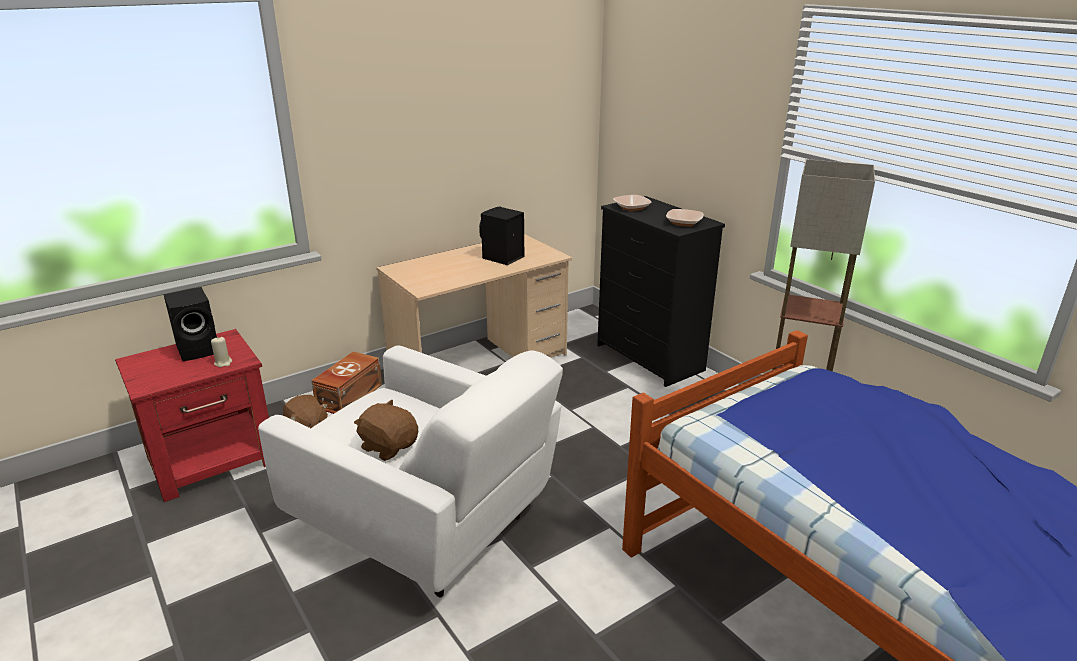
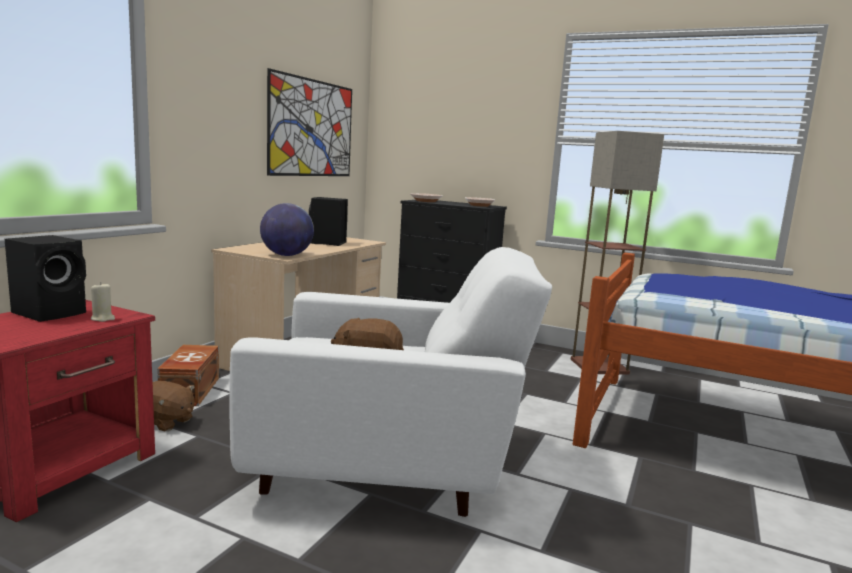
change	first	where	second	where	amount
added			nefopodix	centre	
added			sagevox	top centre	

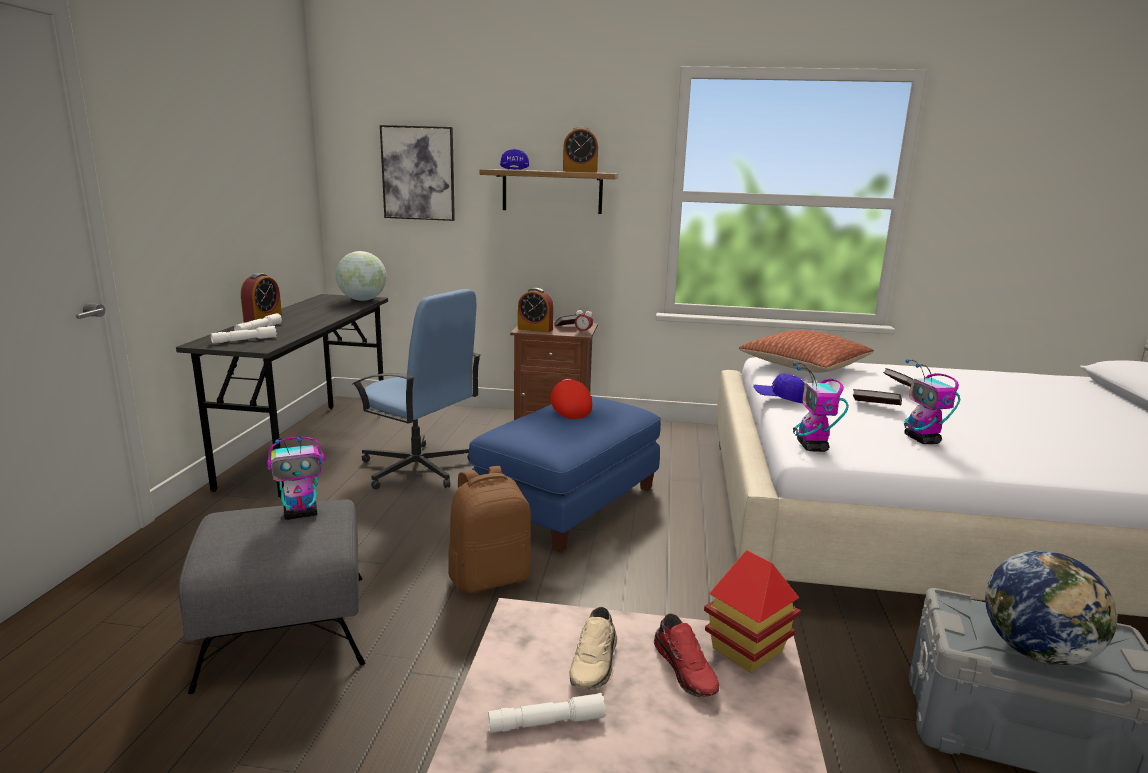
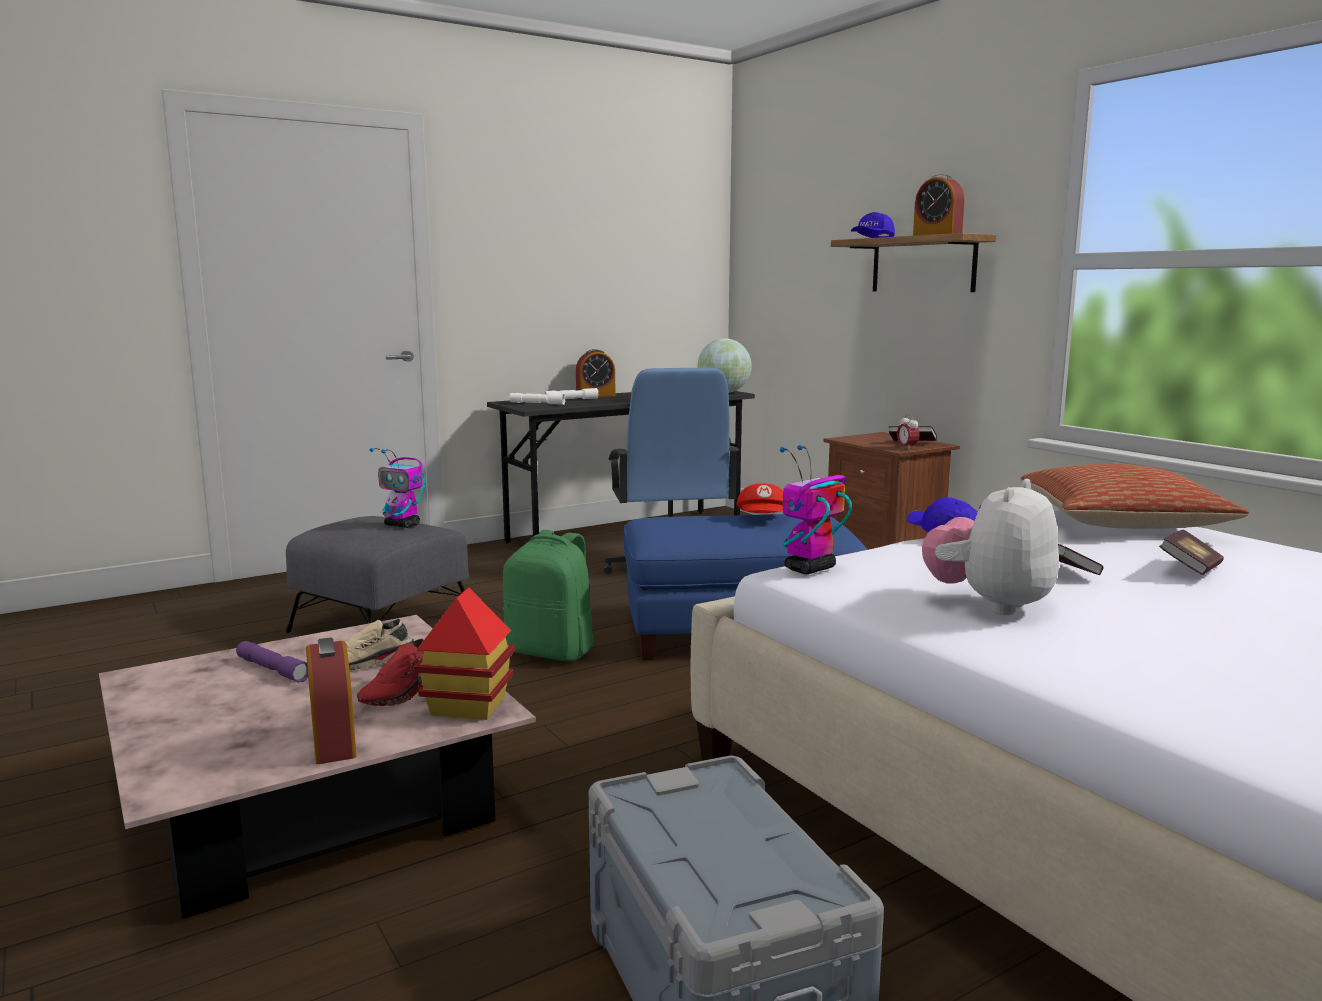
change	first	where	second	where	amount
removed	sagevox	top centre			
removed	nefopodix (2nd from left)	bottom right			
moved	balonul (2nd from left in the first image)	centre	balonul (1st from left)	bottom left	
replaced	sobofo (3rd from left)	middle right	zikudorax	middle right	
recoloured	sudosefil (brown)	bottom centre	sudosefil (green)	centre	
recoloured	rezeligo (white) (3rd from left)	bottom centre	rezeligo (purple)	middle left	
turned	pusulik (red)	centre		centre	150 degrees clockwise

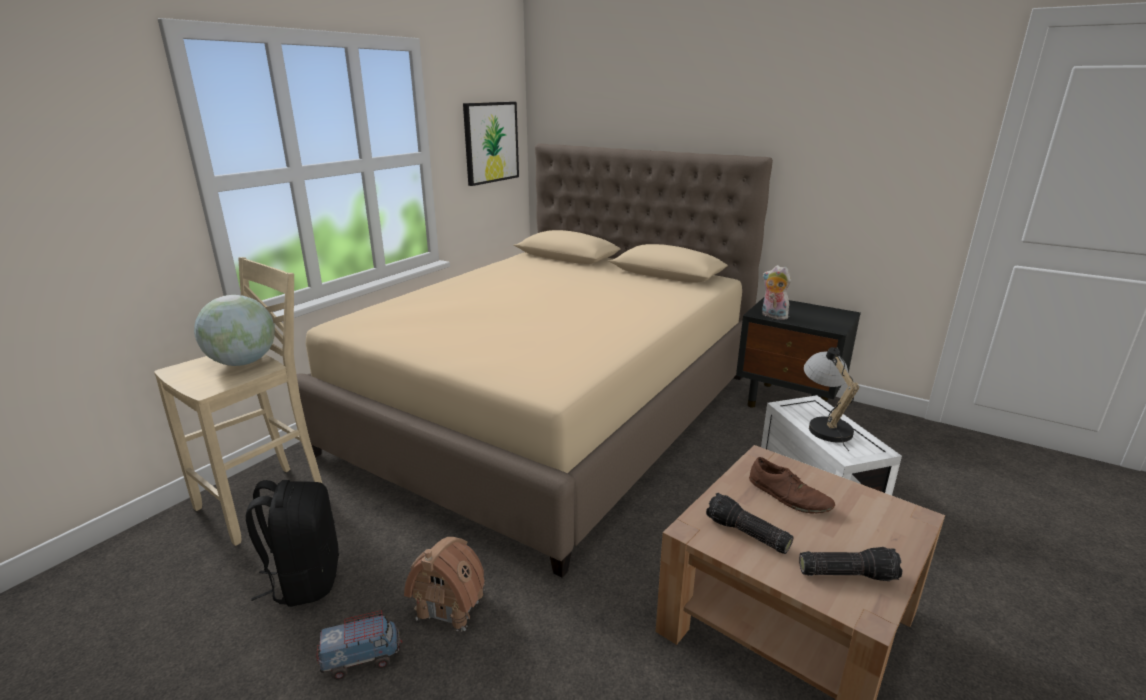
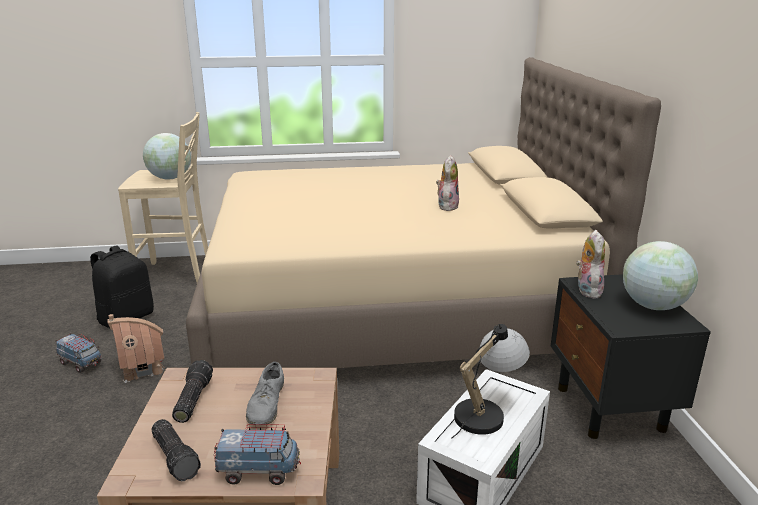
change	first	where	second	where	amount
removed	sagevox	top centre			
added			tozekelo (2nd from left)	bottom centre	
added			zikudorax (1st from left)	centre	
added			nefopodix (2nd from left)	middle right	
recoloured	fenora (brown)	bottom right	fenora (grey)	bottom centre	

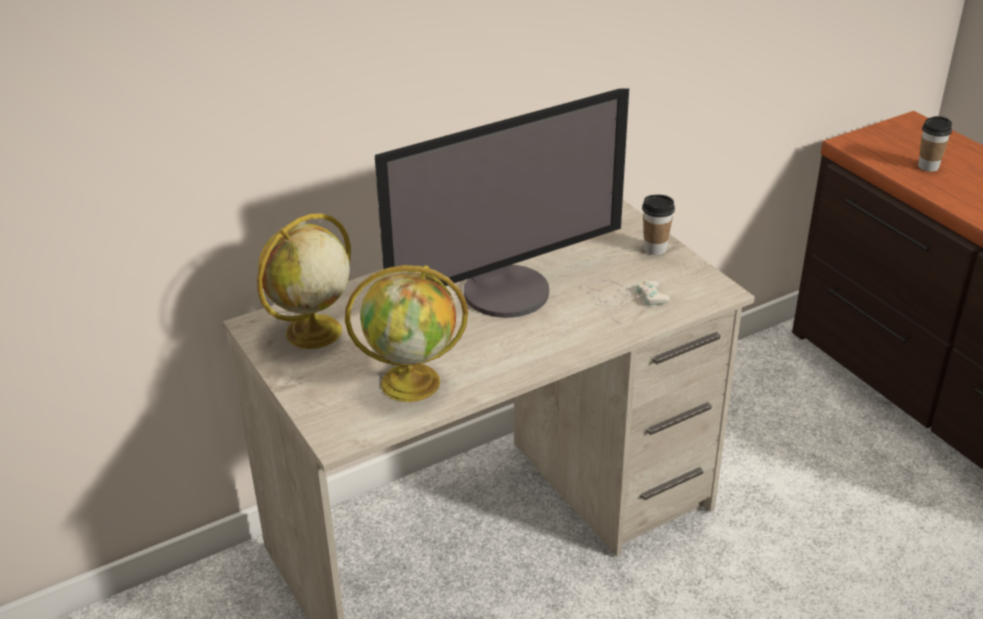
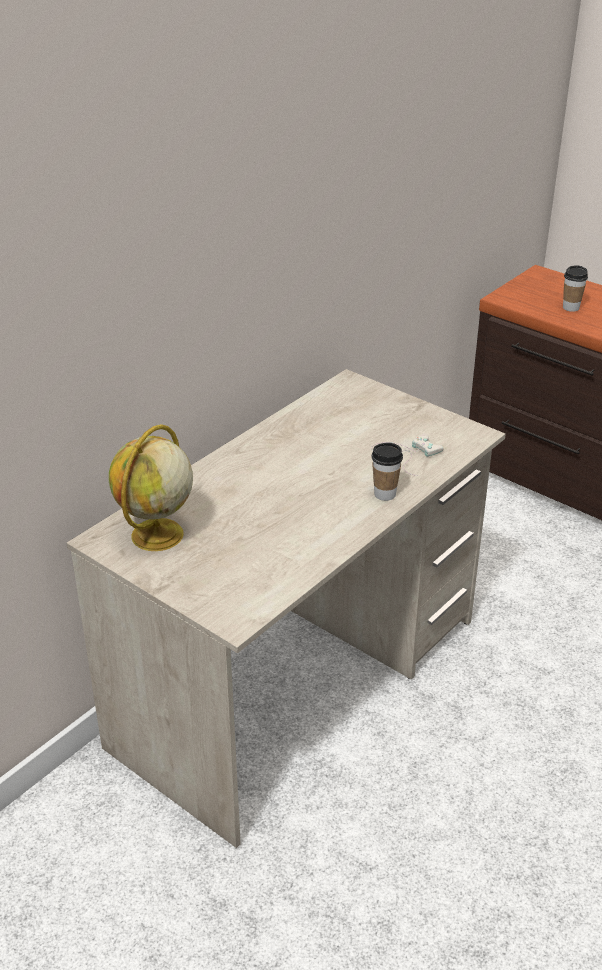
change	first	where	second	where	amount
removed	nefopodix (2nd from left)	centre			
removed	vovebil	top centre			
moved	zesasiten (1st from left)	middle right		centre	

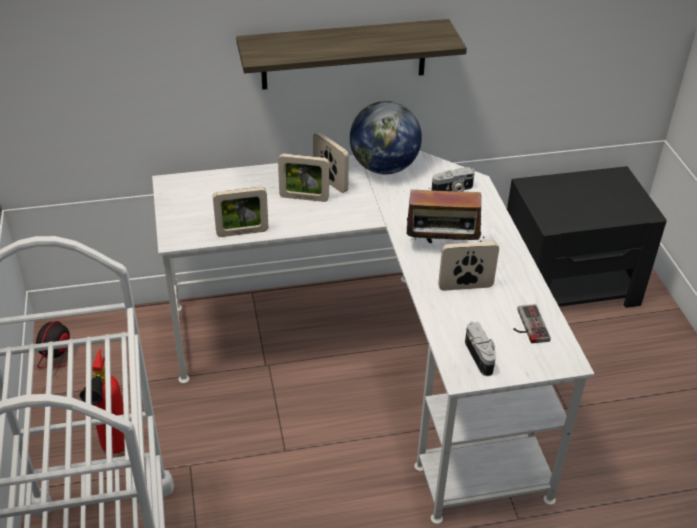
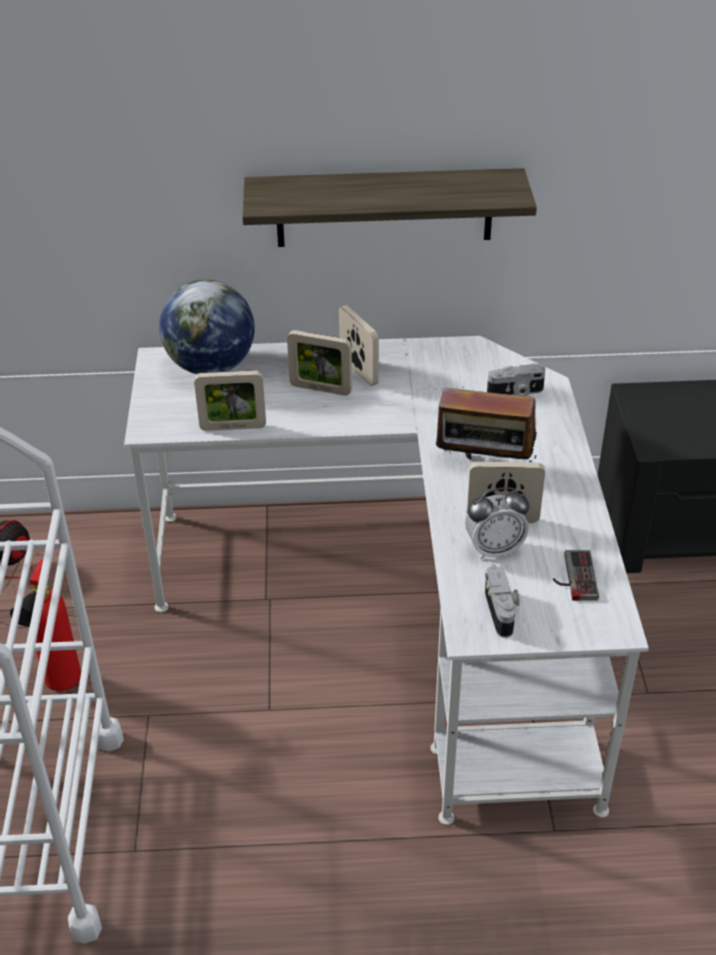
change	first	where	second	where	amount
added			balonul	middle right	
moved	nefopodix	top centre		middle left	

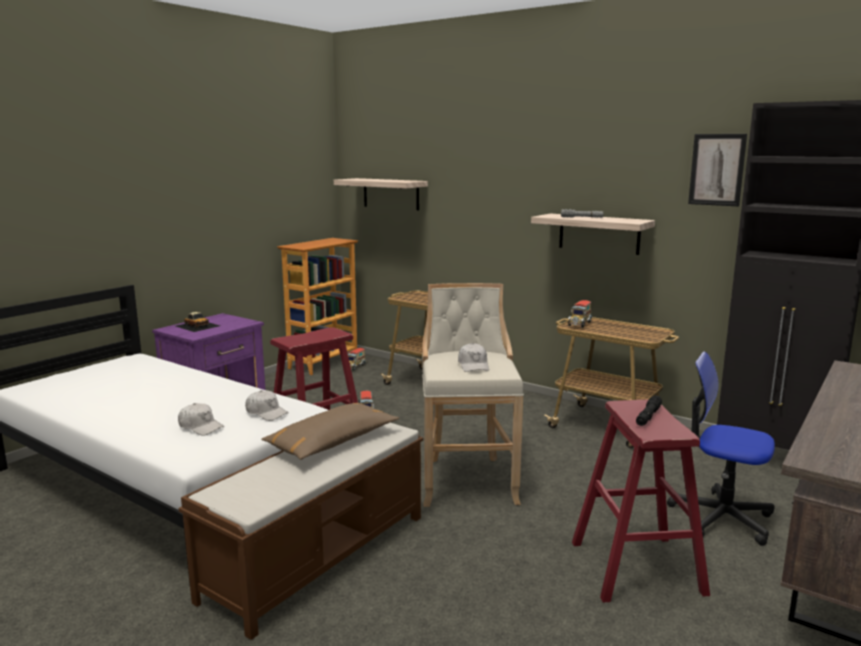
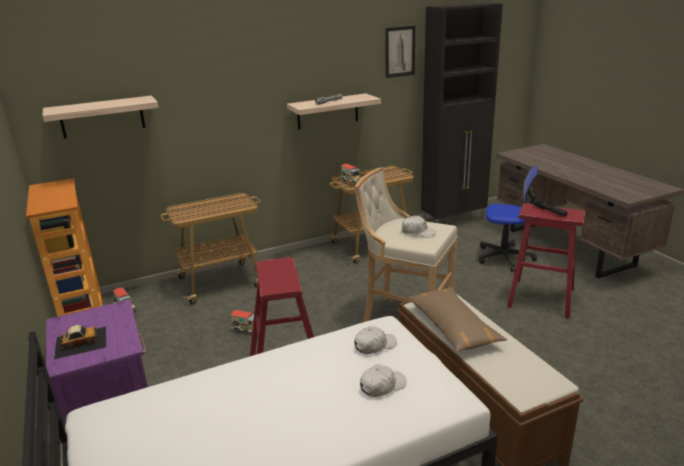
change	first	where	second	where	amount
turned	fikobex	bottom right		middle right	135 degrees counterclockwise

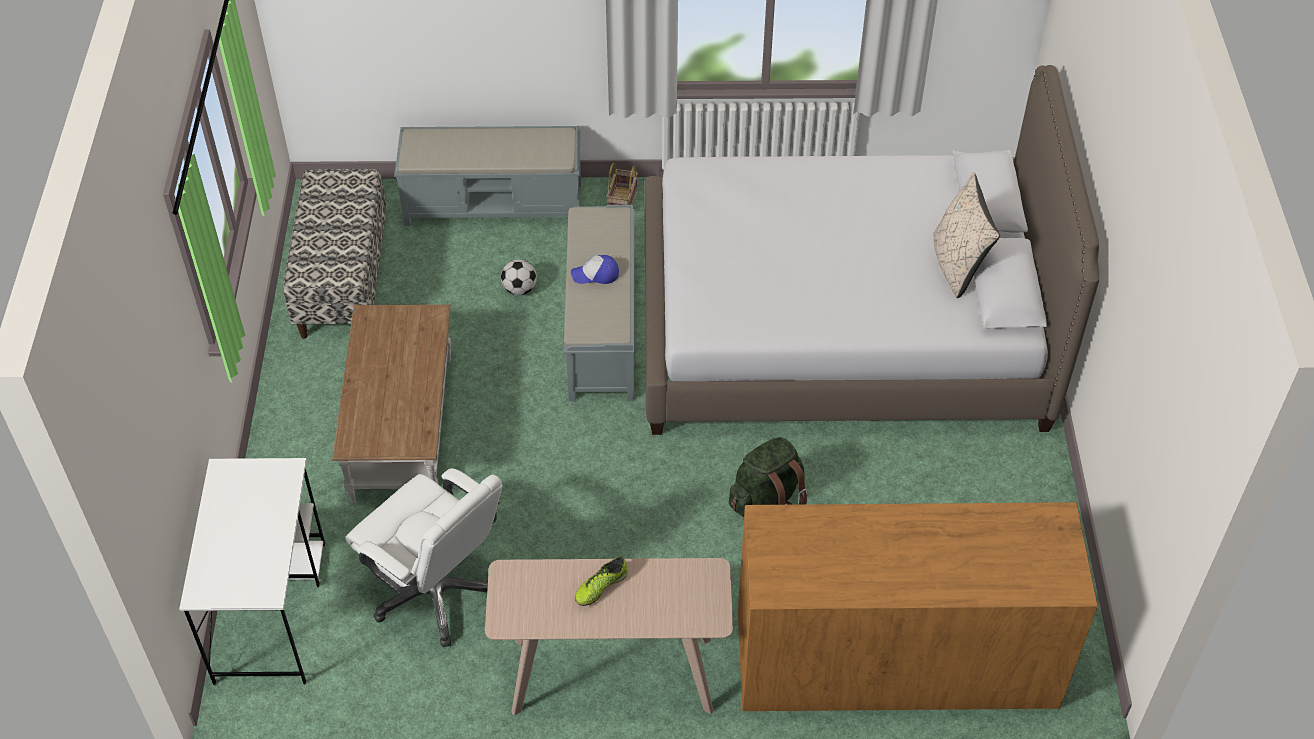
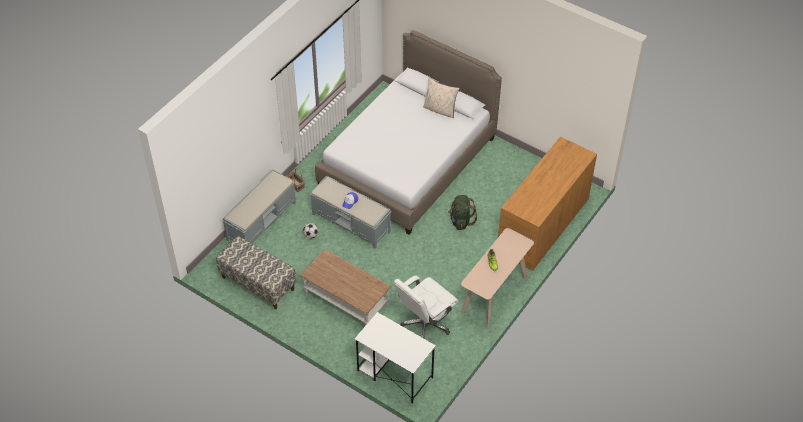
change	first	where	second	where	amount
turned	fikobex (white)	bottom left		bottom centre	150 degrees clockwise

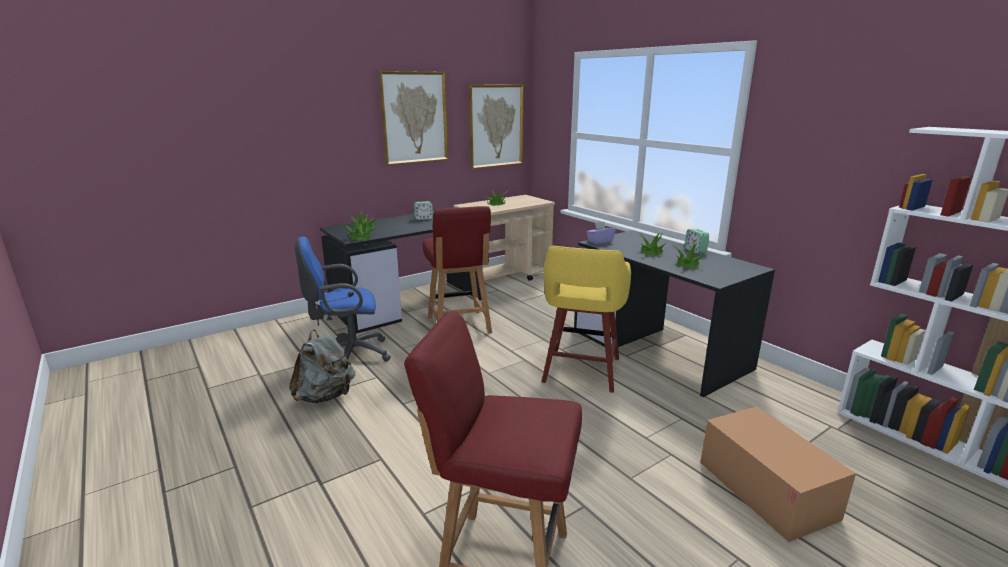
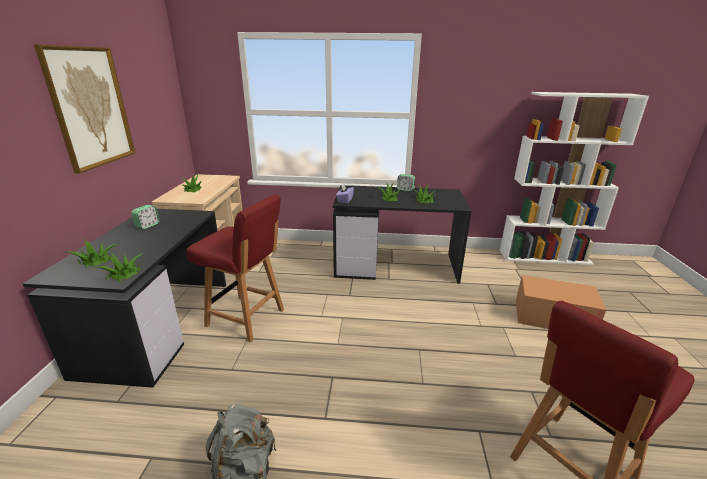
change	first	where	second	where	amount
removed	fikobex (blue)	centre			
removed	sagevox (2nd from left)	top centre			
removed	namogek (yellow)	centre			

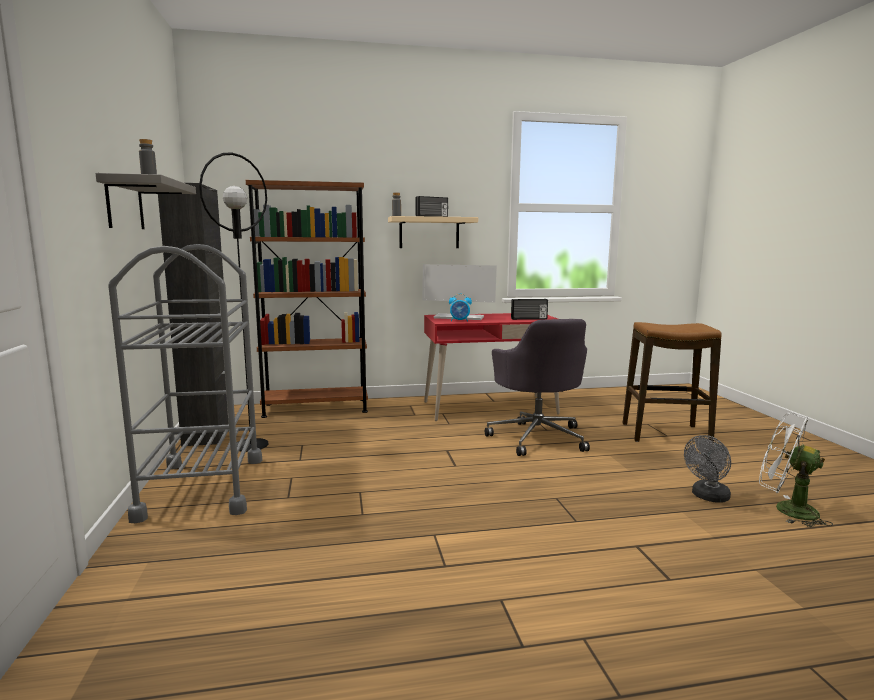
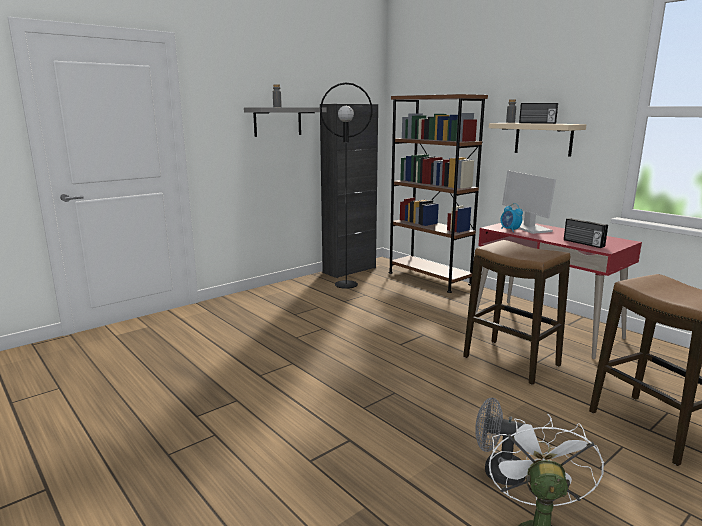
change	first	where	second	where	amount
removed	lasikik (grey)	middle left			
replaced	fikobex (grey)	centre	namogek (1st from left)	middle right	

